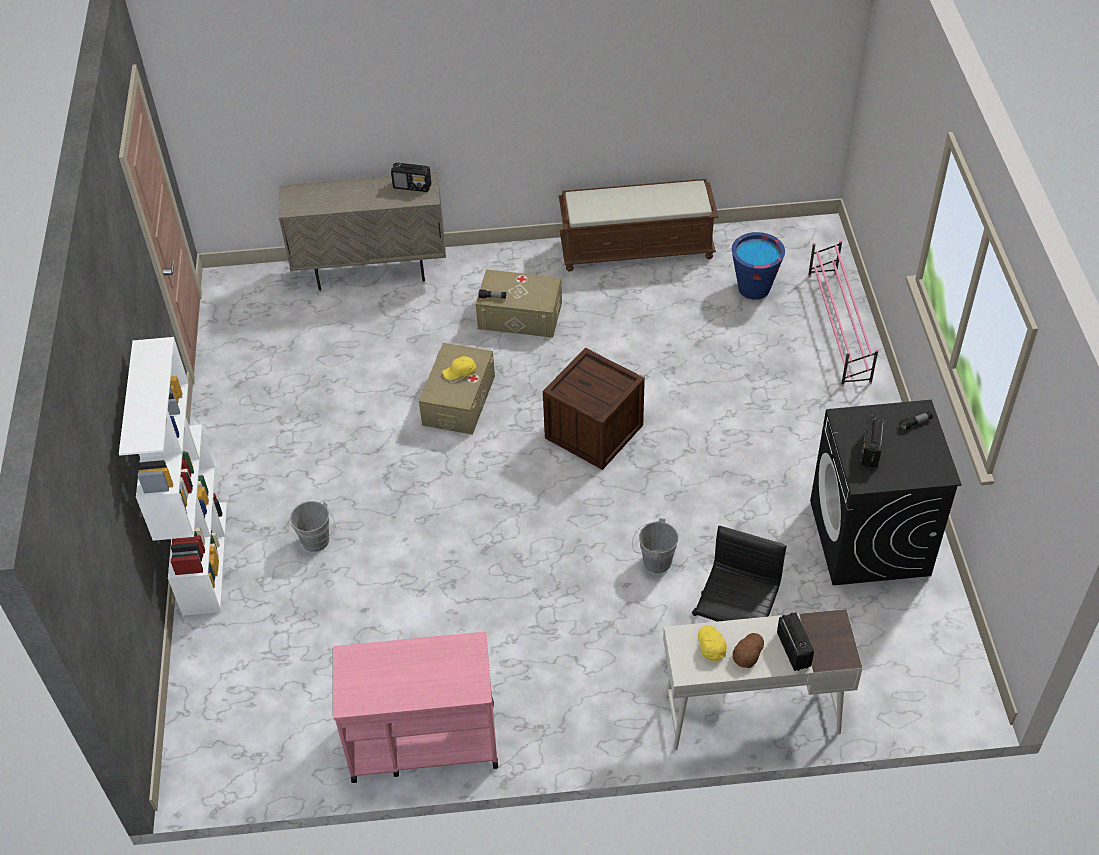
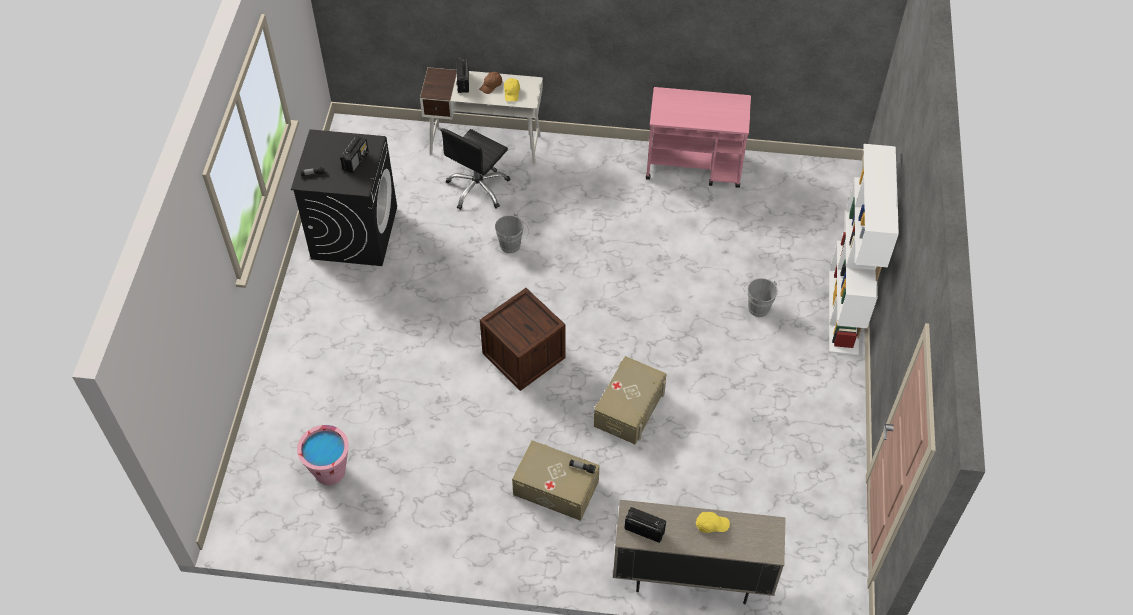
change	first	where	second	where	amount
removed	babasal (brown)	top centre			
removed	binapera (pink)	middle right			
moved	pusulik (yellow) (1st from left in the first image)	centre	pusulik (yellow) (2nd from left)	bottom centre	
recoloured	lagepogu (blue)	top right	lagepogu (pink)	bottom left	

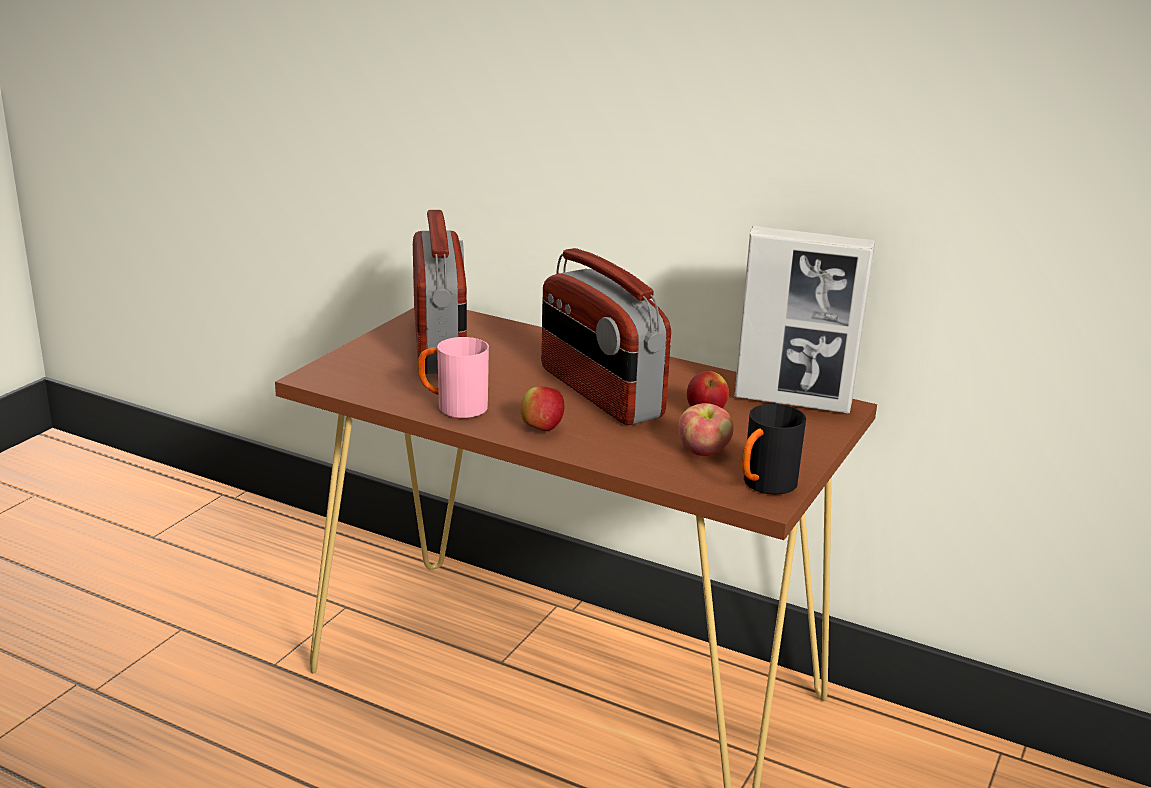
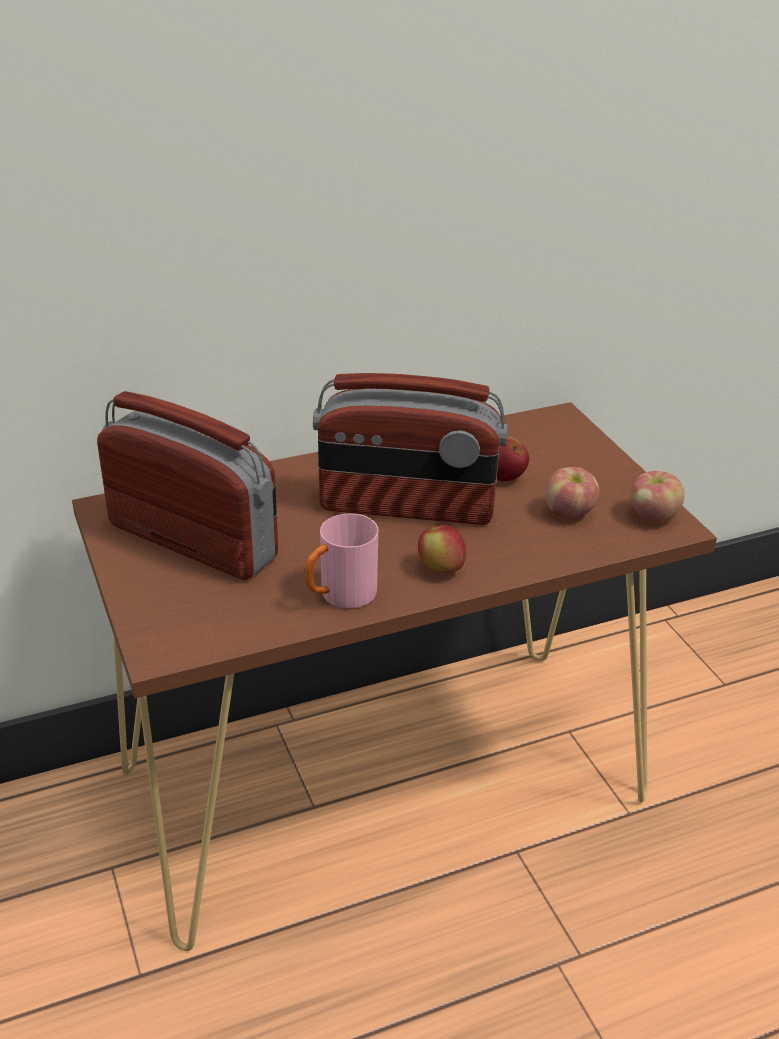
change	first	where	second	where	amount
removed	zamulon	middle right			
replaced	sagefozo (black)	middle right	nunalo (4th from left)	middle right	

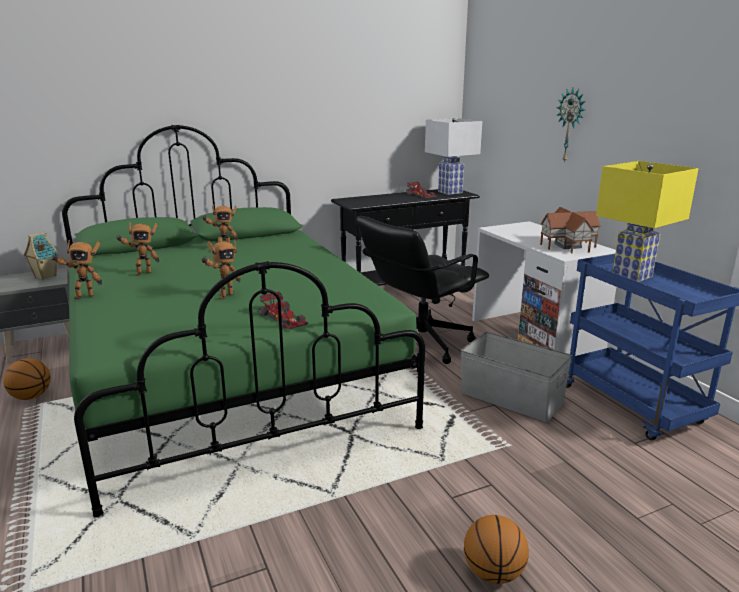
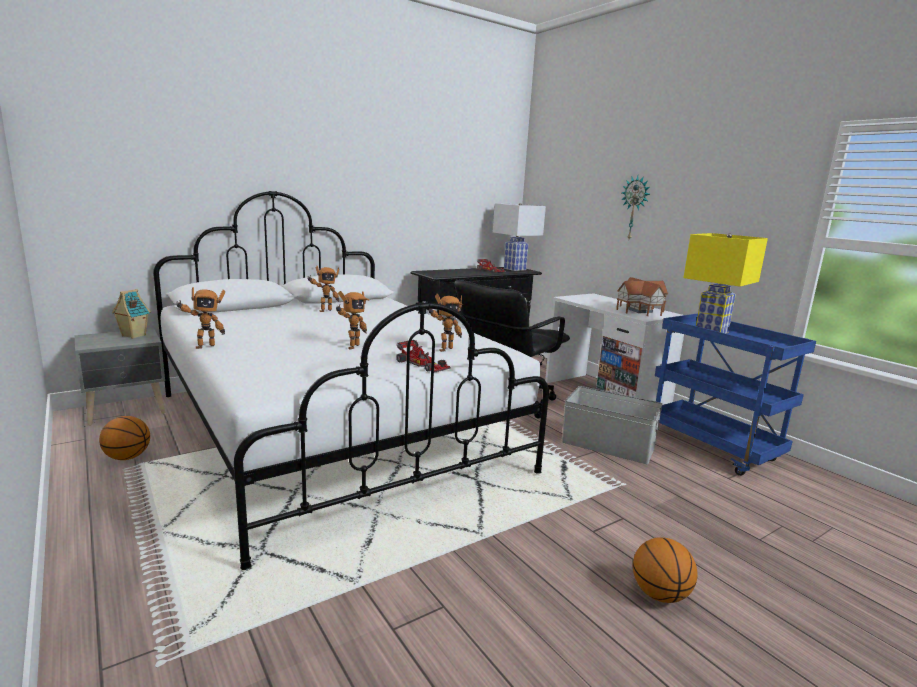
change	first	where	second	where	amount
moved	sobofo (2nd from left in the first image)	middle left	sobofo (4th from left)	centre	
recoloured	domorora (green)	middle left	domorora (white)	centre	

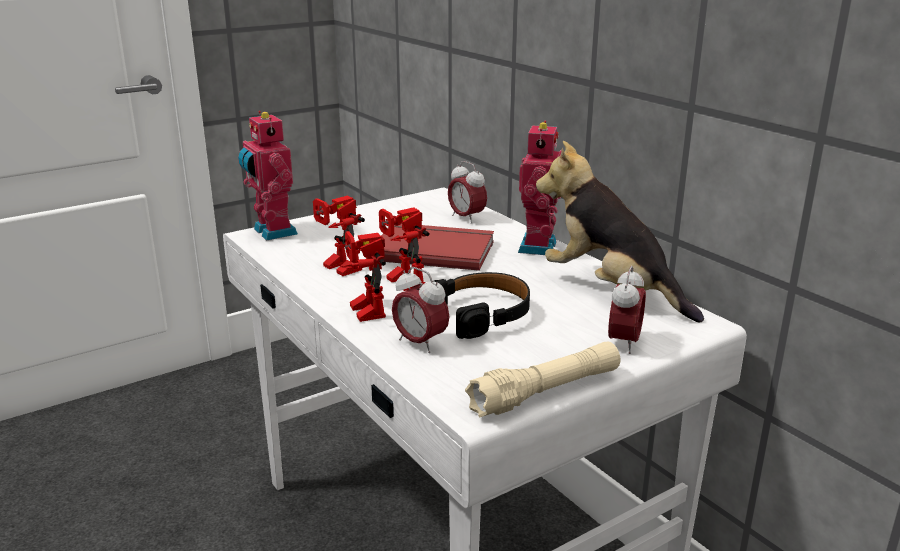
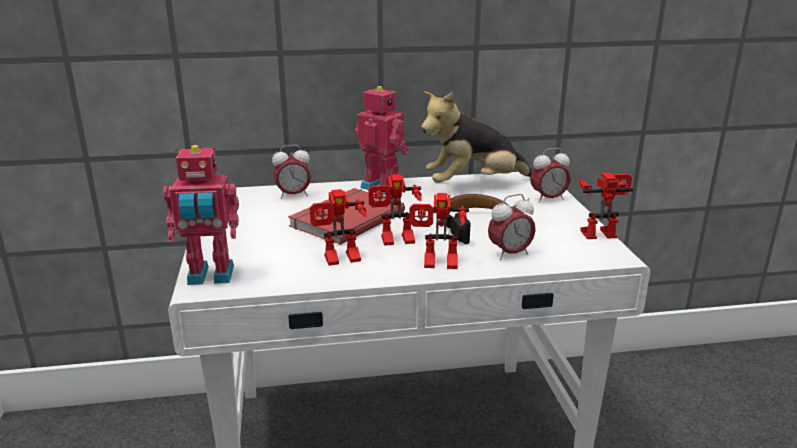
change	first	where	second	where	amount
replaced	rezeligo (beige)	bottom centre	sobofo (6th from left)	middle right	
turned	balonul (3rd from left)	middle right		middle right	120 degrees clockwise

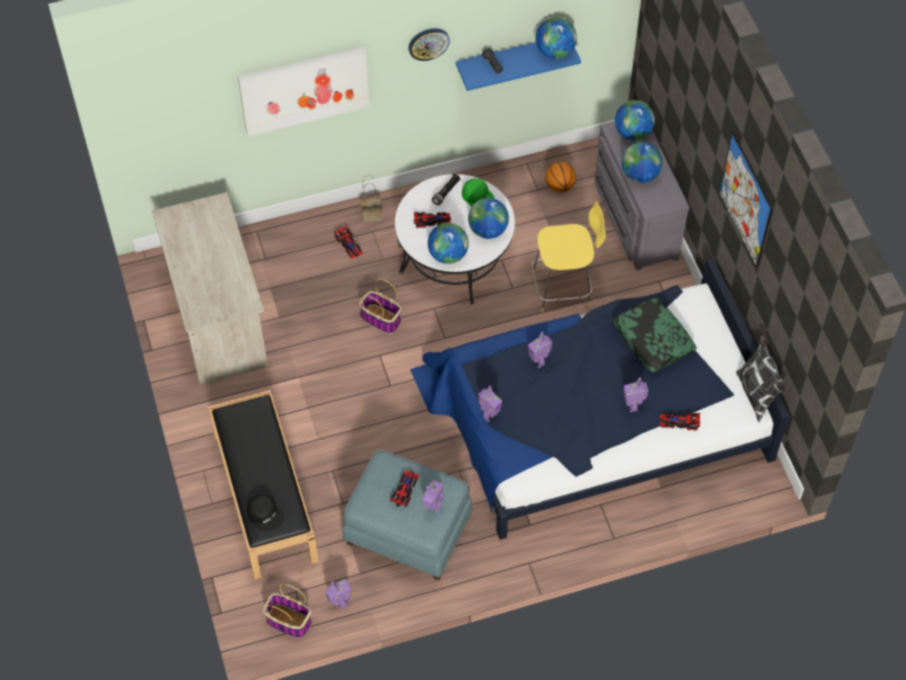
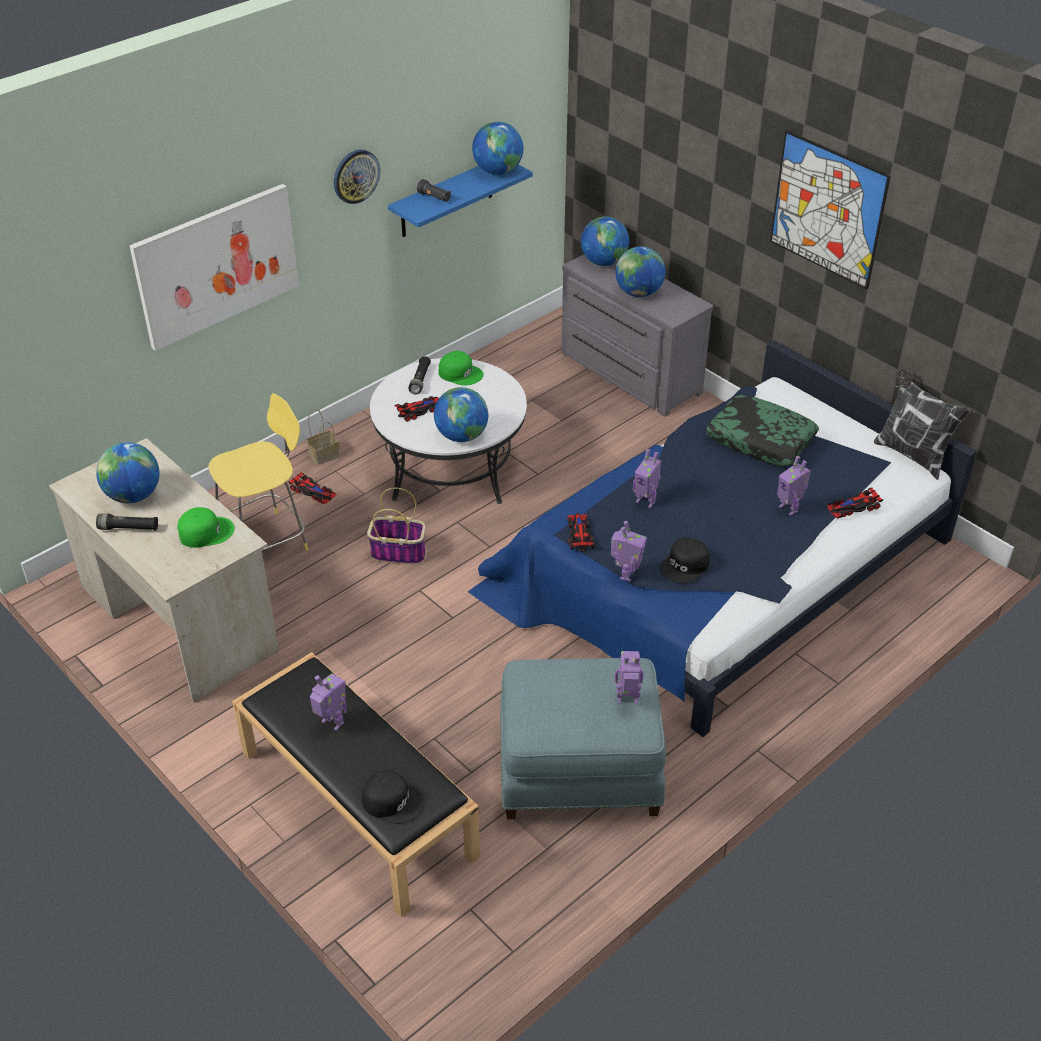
change	first	where	second	where	amount
removed	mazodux (1st from left)	bottom left			
removed	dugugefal	top centre			
added			rezeligo (black) (1st from left)	middle left	
added			pusulik (green) (1st from left)	middle left	
added			pusulik (black) (2nd from left)	centre	
moved	sobofo (1st from left)	bottom centre		bottom left	
moved	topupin (2nd from left in the first image)	bottom centre	topupin (3rd from left)	centre	
moved	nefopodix (2nd from left in the first image)	top centre	nefopodix (1st from left)	middle left	
moved	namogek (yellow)	centre		middle left	

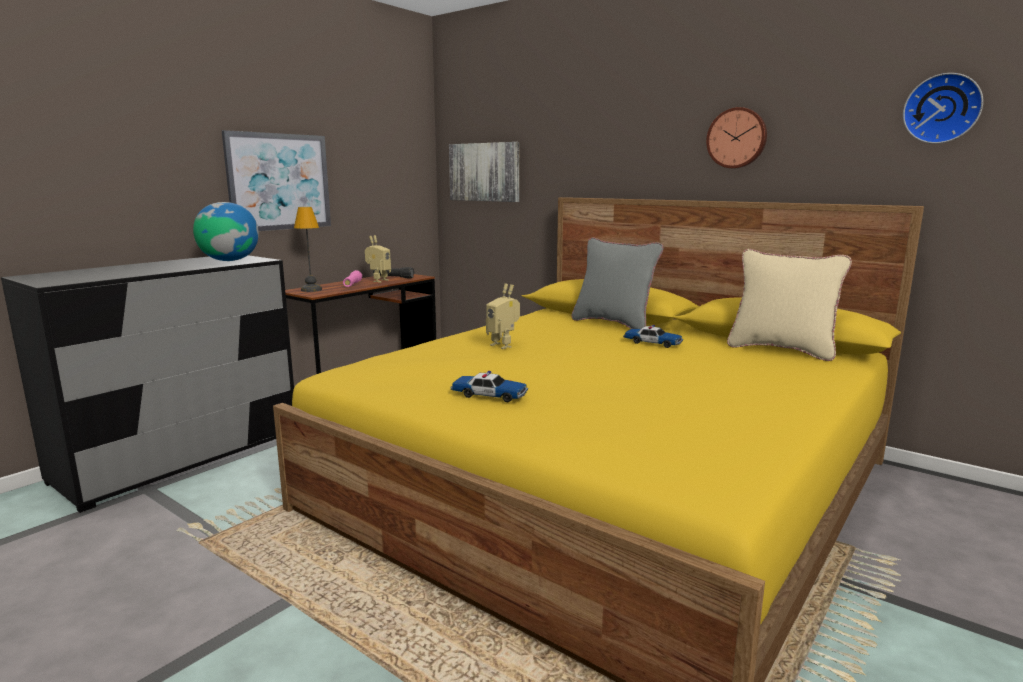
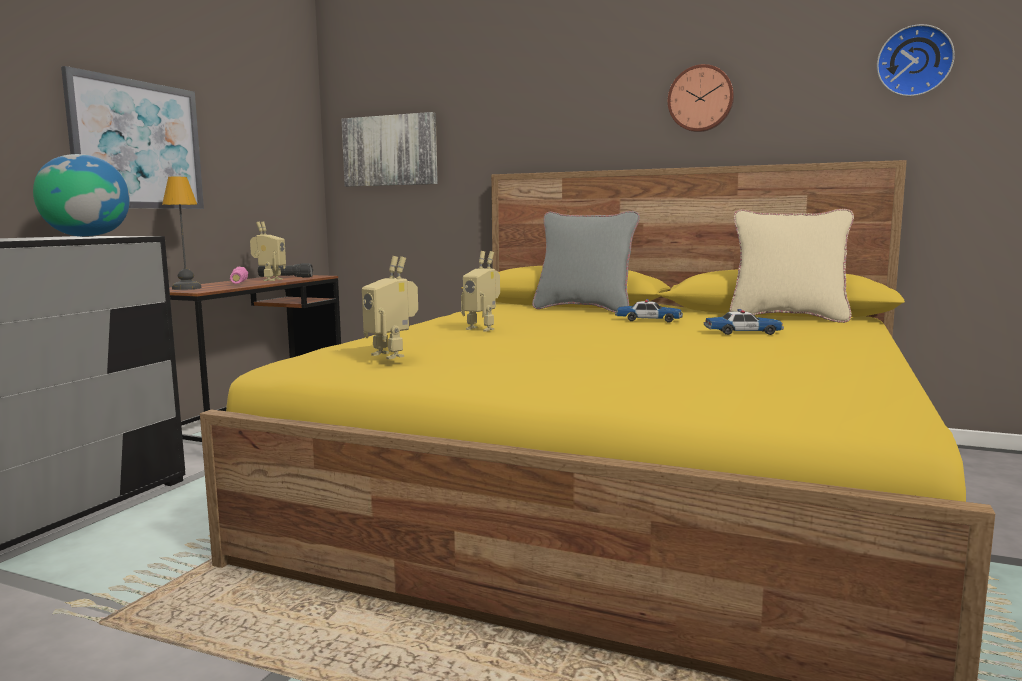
change	first	where	second	where	amount
added			sobofo (2nd from left)	centre	
moved	topupin (1st from left in the first image)	centre	topupin (2nd from left)	middle right	

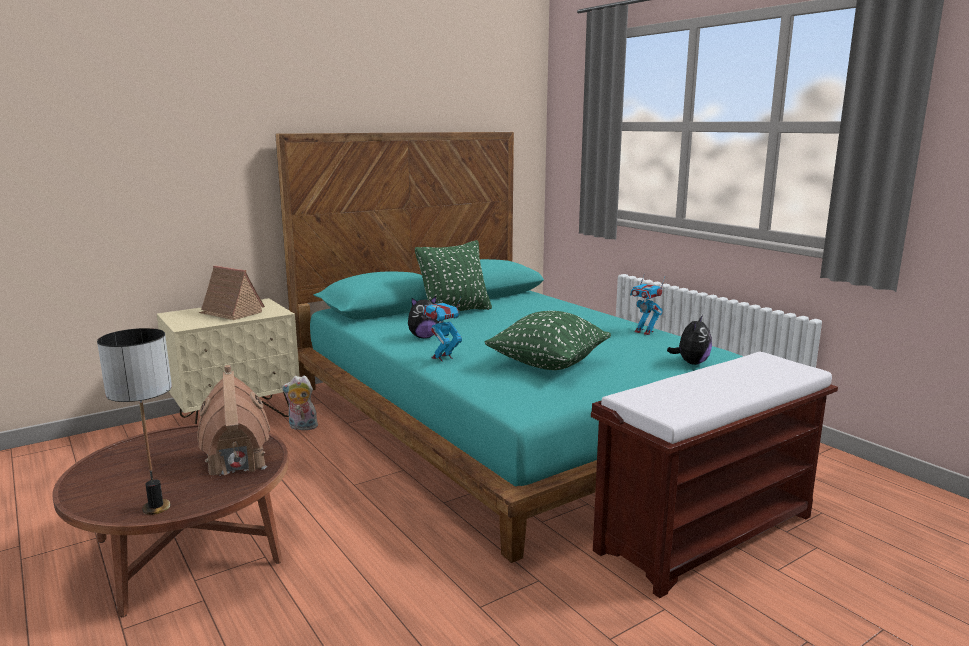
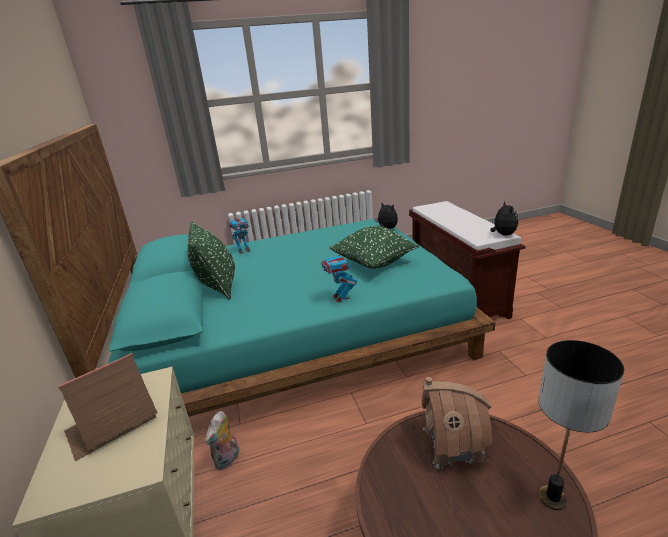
change	first	where	second	where	amount
moved	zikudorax (2nd from left in the first image)	centre	zikudorax (3rd from left)	middle right	
moved	sobofo (2nd from left in the first image)	middle right	sobofo (1st from left)	centre	

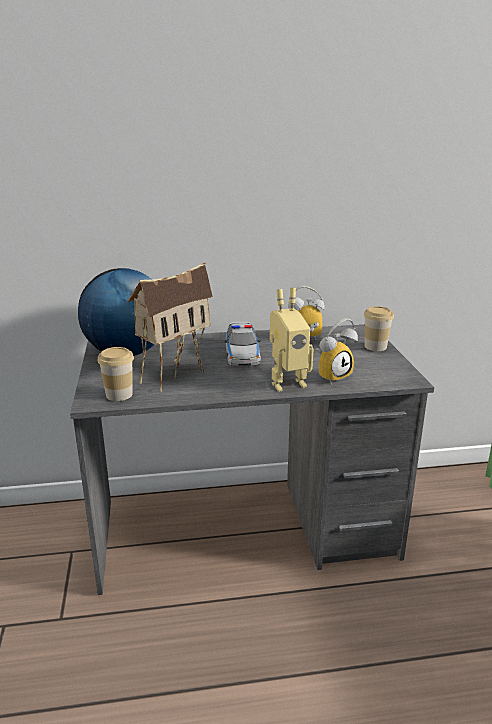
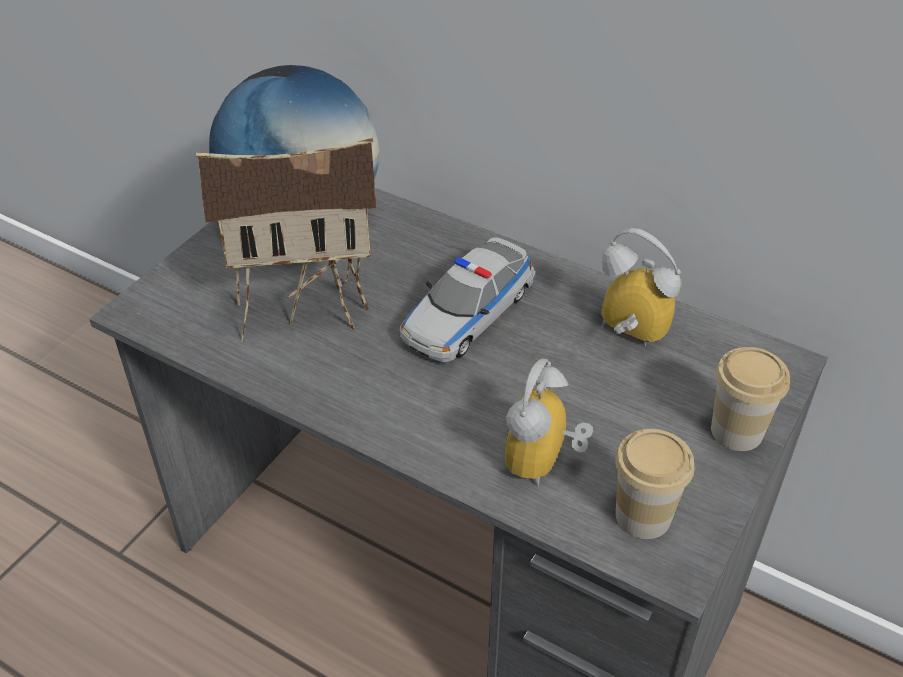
change	first	where	second	where	amount
removed	sobofo	centre			
moved	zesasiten (1st from left)	middle left		bottom right	
turned	balonul (2nd from left in the first image)	middle right	balonul (1st from left)	centre	105 degrees clockwise

